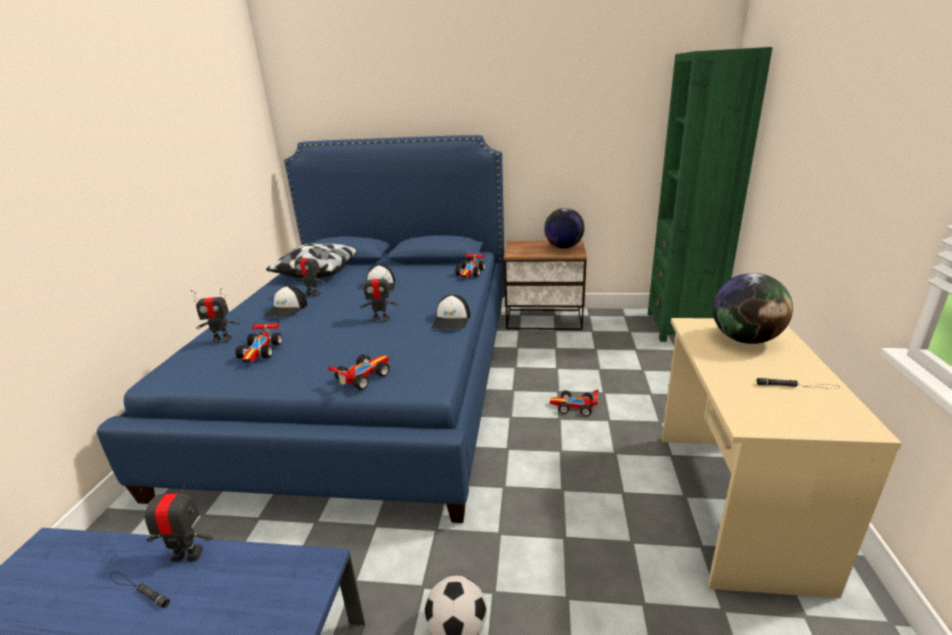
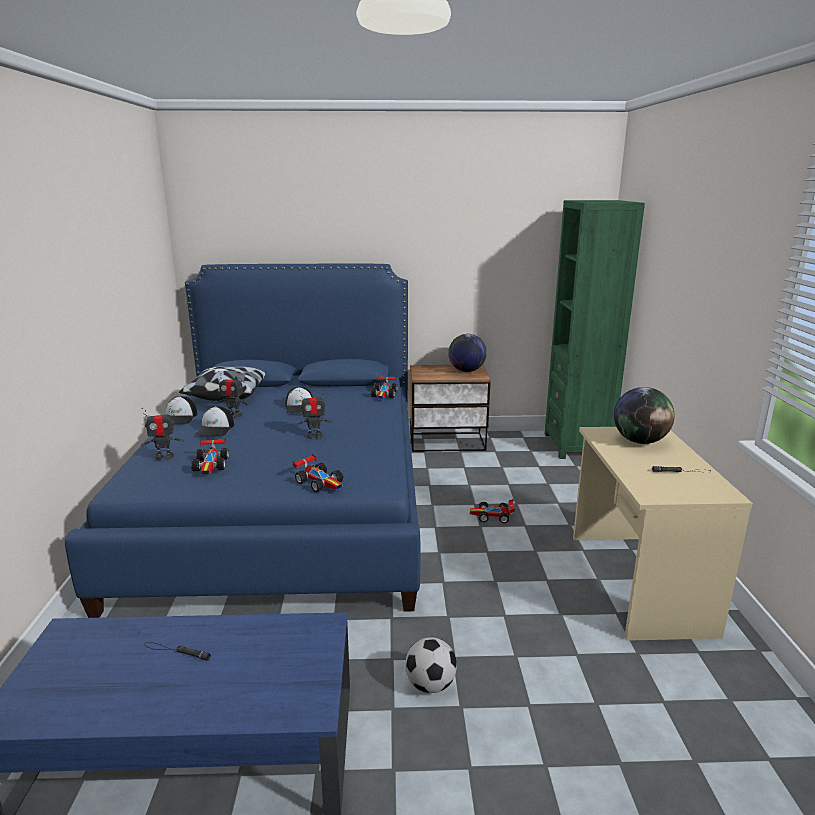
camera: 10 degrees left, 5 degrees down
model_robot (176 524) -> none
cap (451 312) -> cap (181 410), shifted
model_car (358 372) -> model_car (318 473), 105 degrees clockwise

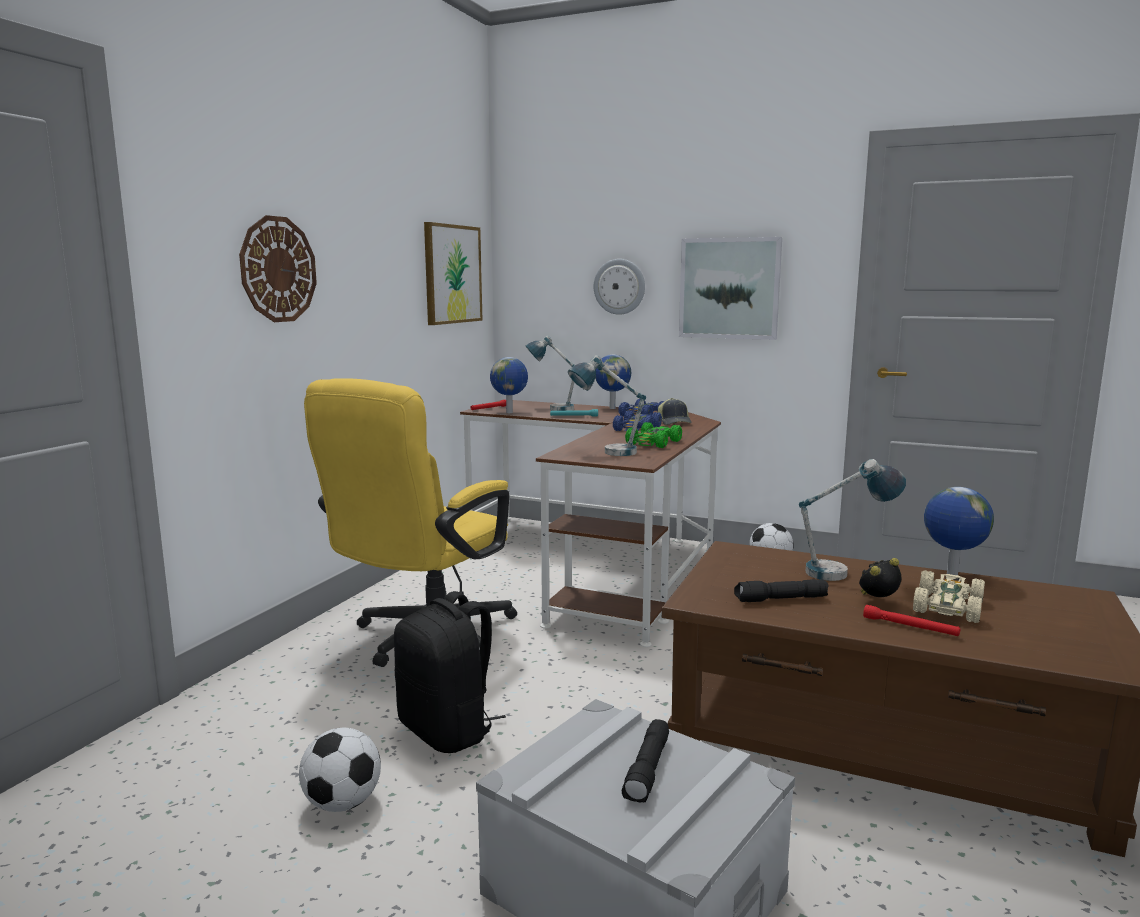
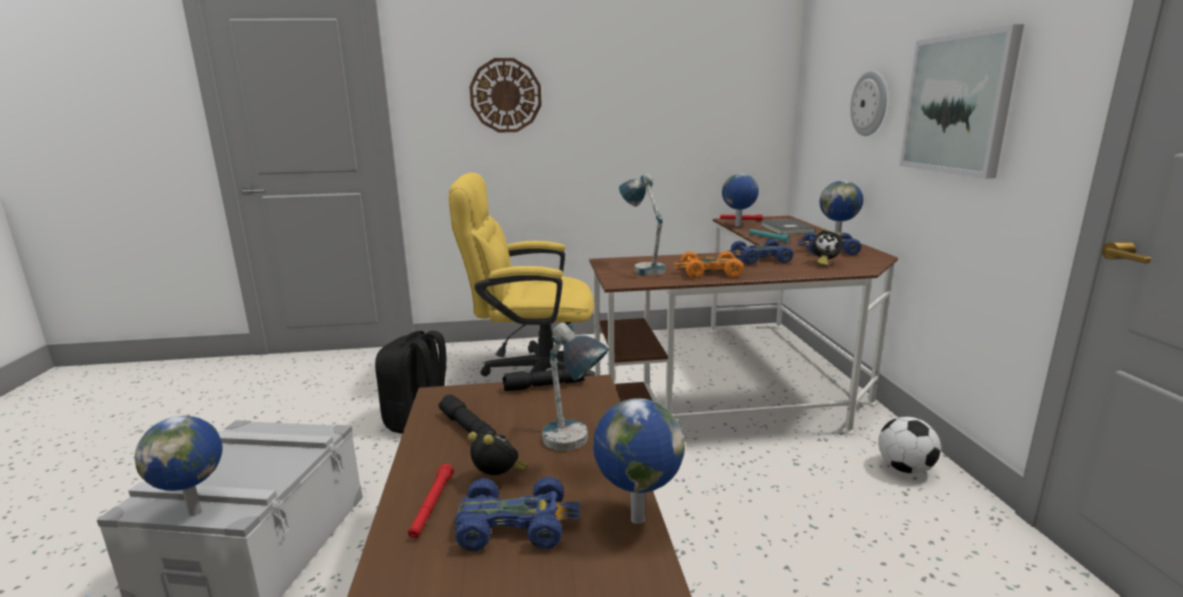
camera: 60 degrees right, 5 degrees up
football_ball (340 770) -> none
wall_art (453 273) -> none
none -> desk_globe (179 466)
black_torch (645 761) -> black_torch (543 379), shifted
tabletop_lamp (550 373) -> grey_volume (788 227)
cap (675 411) -> alarm_clock (827 247)
greenish_model_car (653 435) -> orange-coloured_model_car (708 264)
beige_model_car (949 596) -> bluish_model_car (517 514)

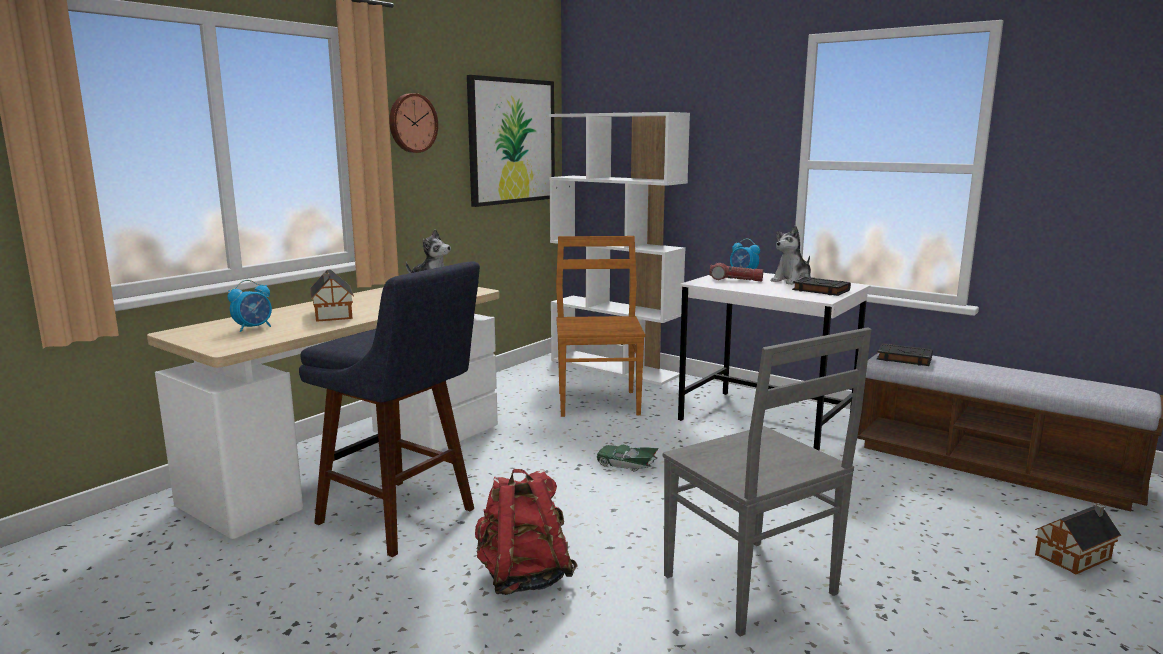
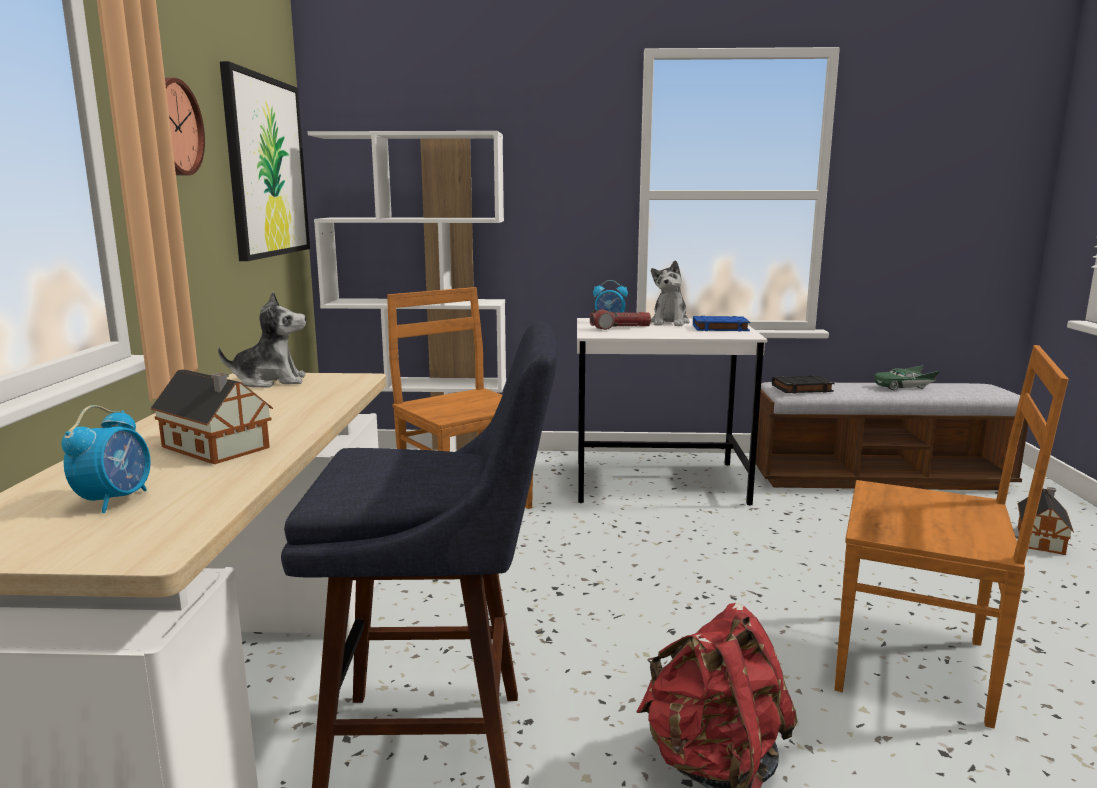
camera: 35 degrees left, 0 degrees up
greenish_model_car (628 458) -> greenish_model_car (907 377), shifted
grey_chair (767 481) -> brownish_chair (951 536)
black_volume (821 286) -> bluish_volume (721 324)

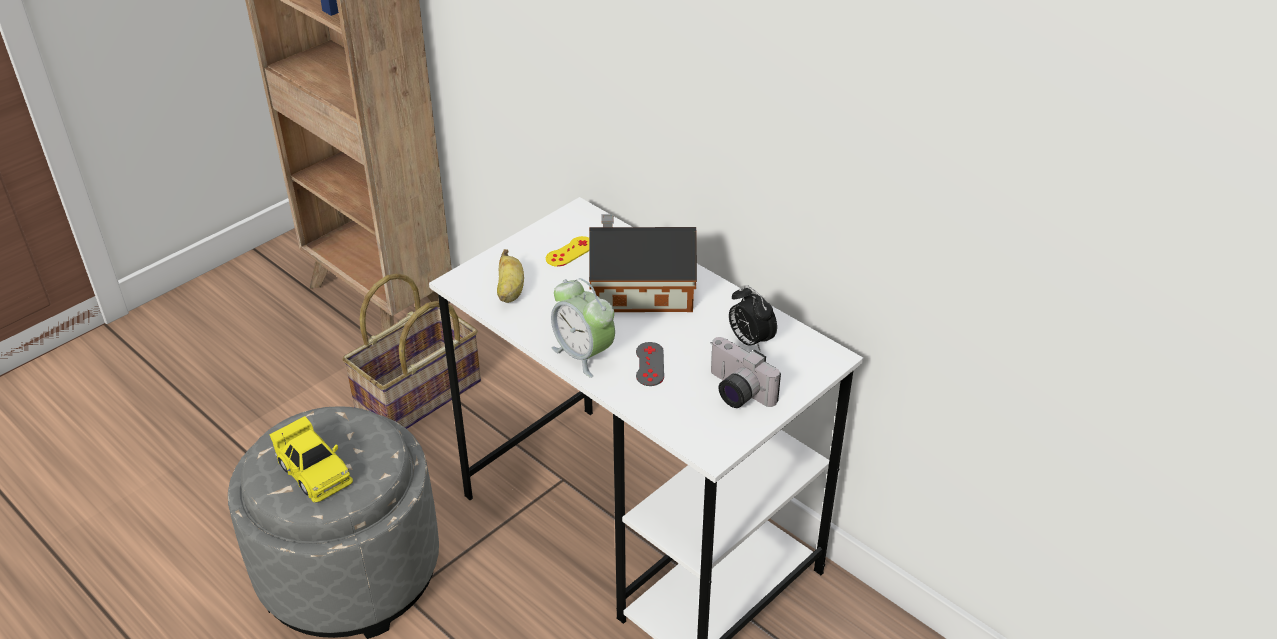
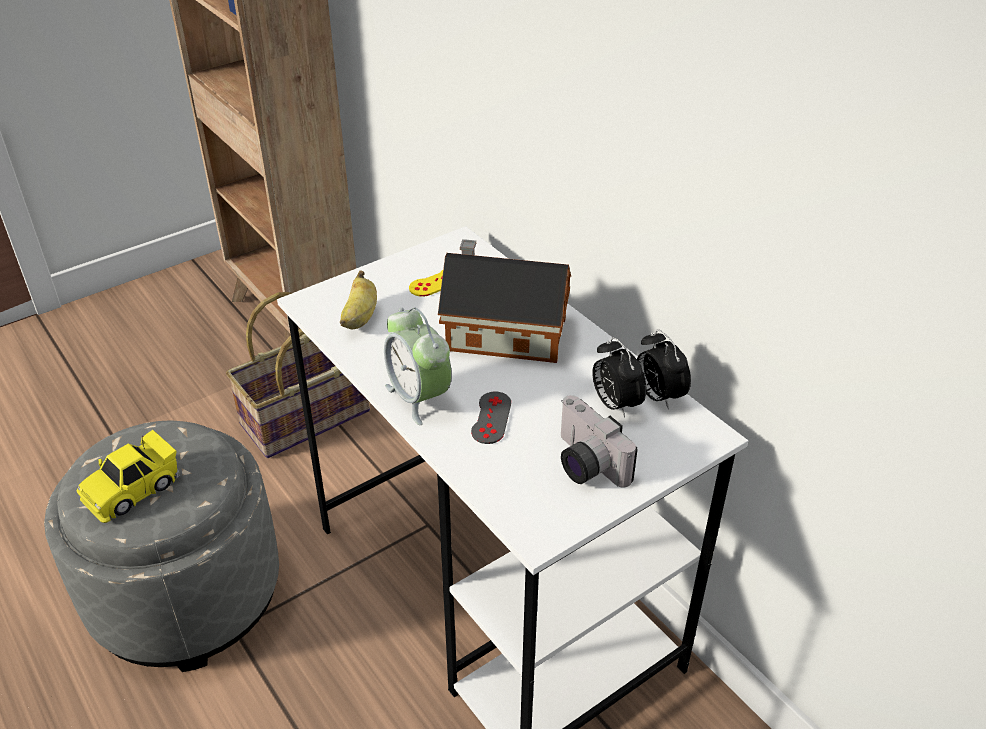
camera: 10 degrees right, 0 degrees up
none -> alarm_clock (664 369)
yellow-coloured_model_car (311 459) -> yellow-coloured_model_car (127 476), 75 degrees clockwise

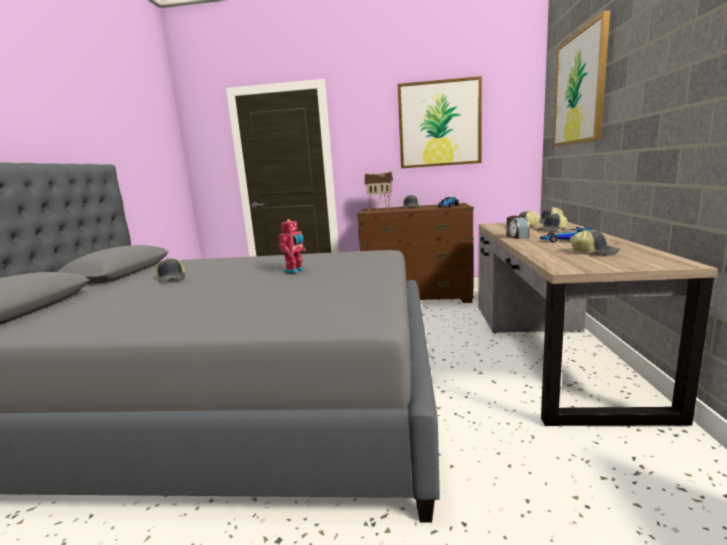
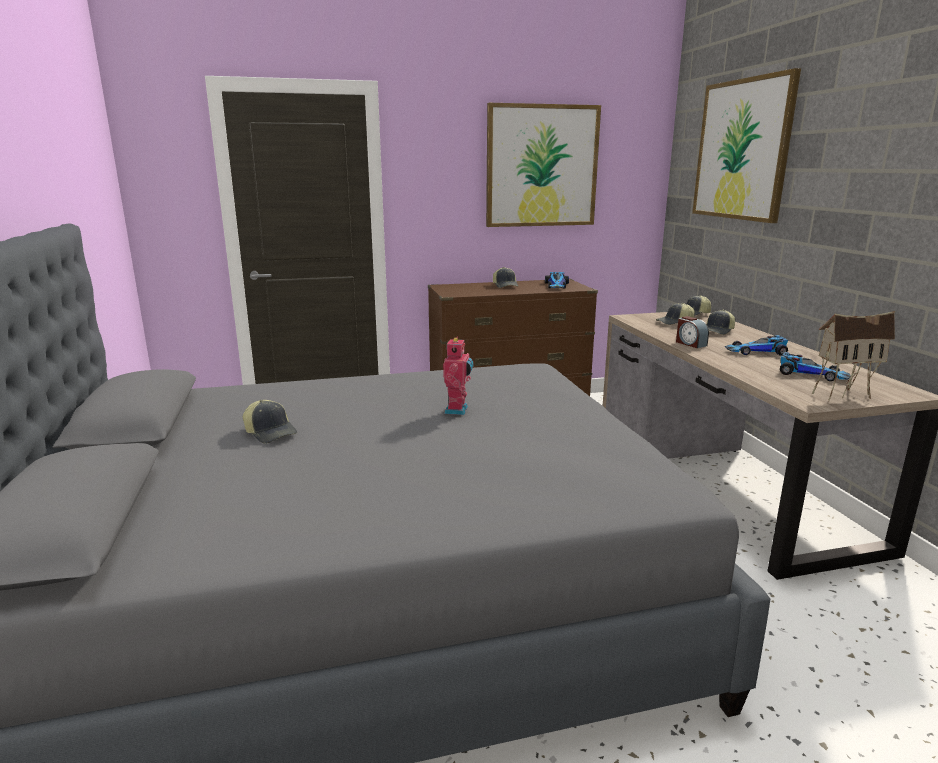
camera: 20 degrees left, 5 degrees up
miniature_house (378 190) -> miniature_house (853 356), shifted
cap (595 243) -> model_car (815 366)

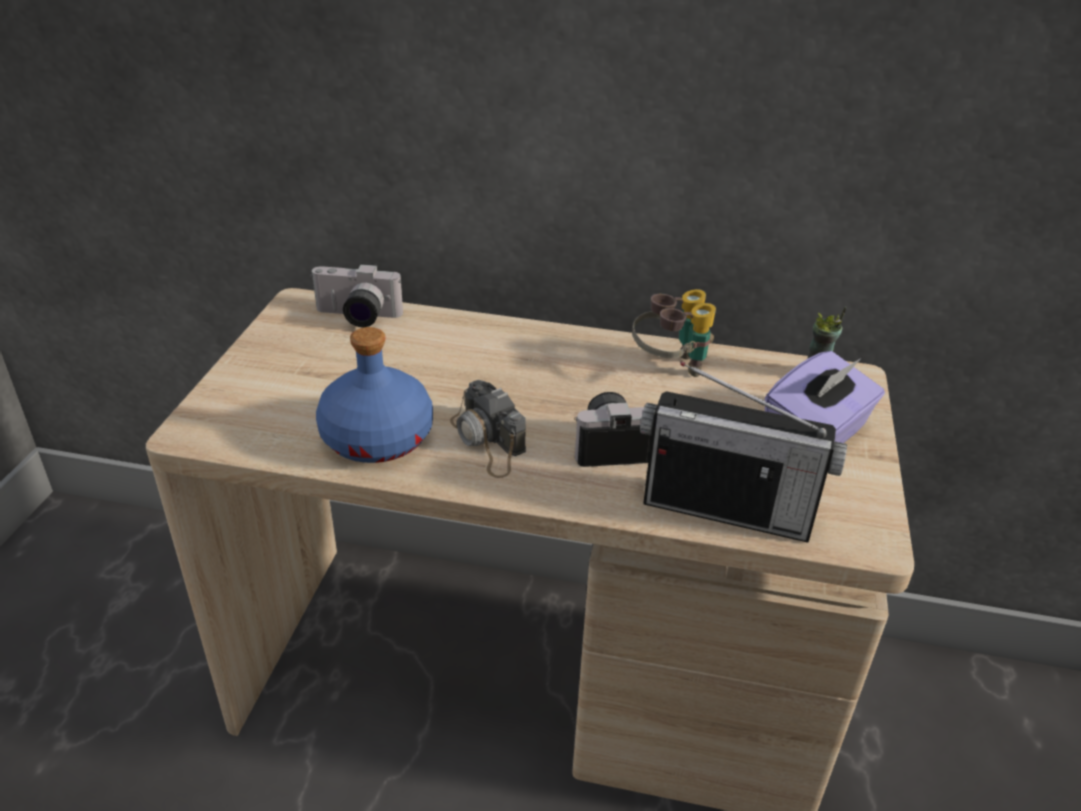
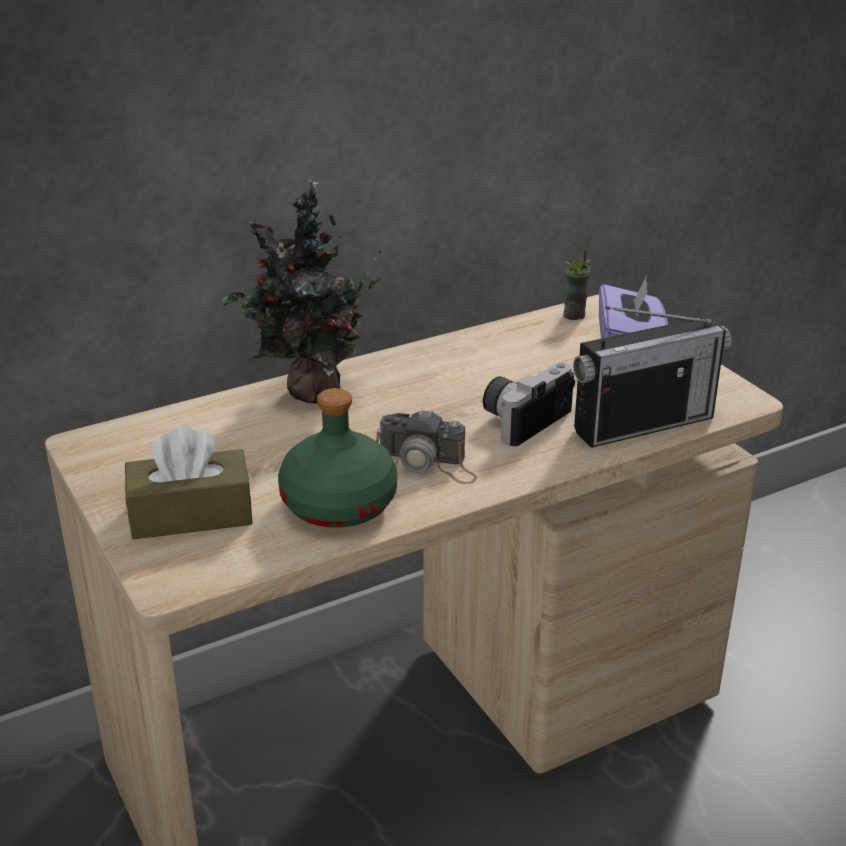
camera: 40 degrees left, 5 degrees down
still_camera (356 295) -> none
field_glasses (674 333) -> none
none -> brownish_tissue_box (189 482)
none -> plant_in_a_pot (303 291)
bluish_bottle (374 395) -> greenish_bottle (337 458)

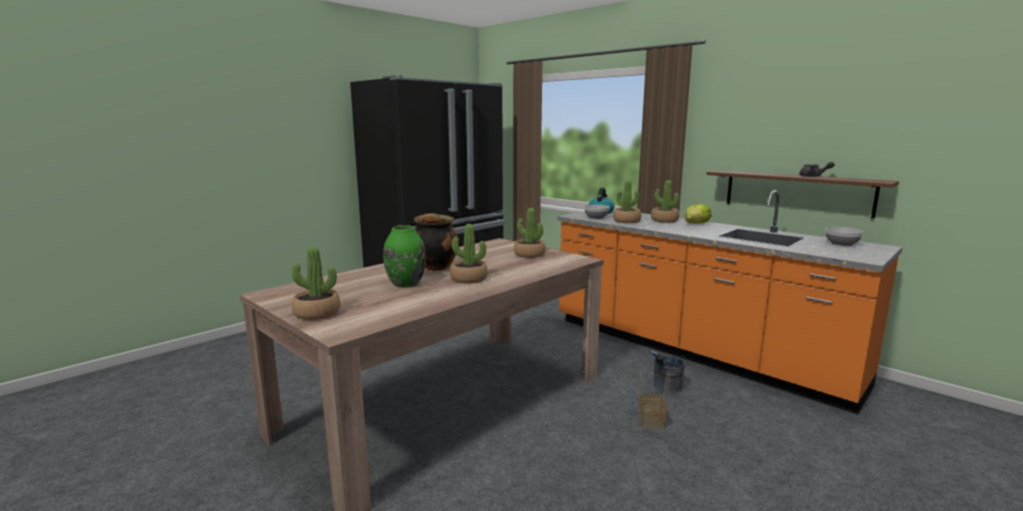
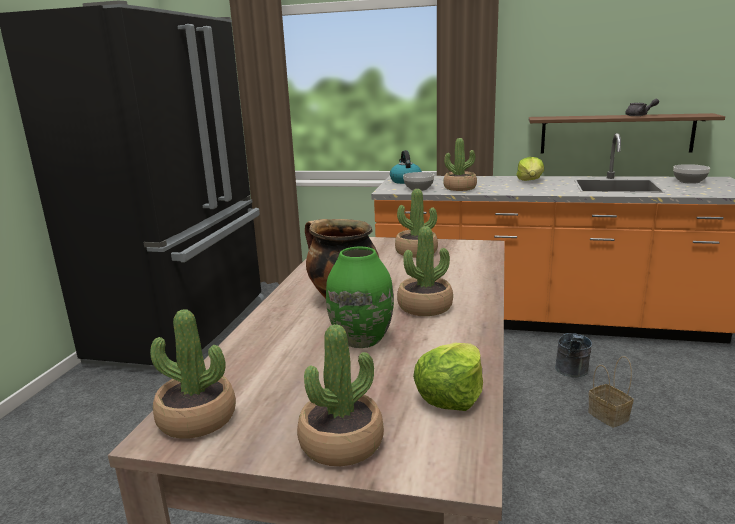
camera: 30 degrees left, 5 degrees up
none -> lettuce (448 377)
plant_in_a_pot (665 201) -> plant_in_a_pot (193 374), shifted

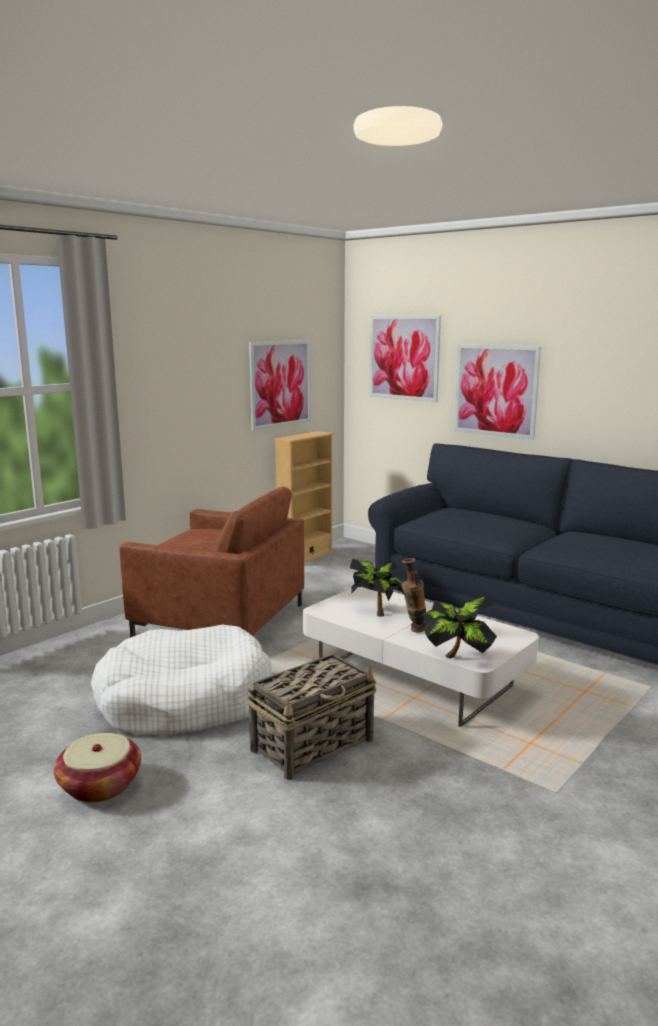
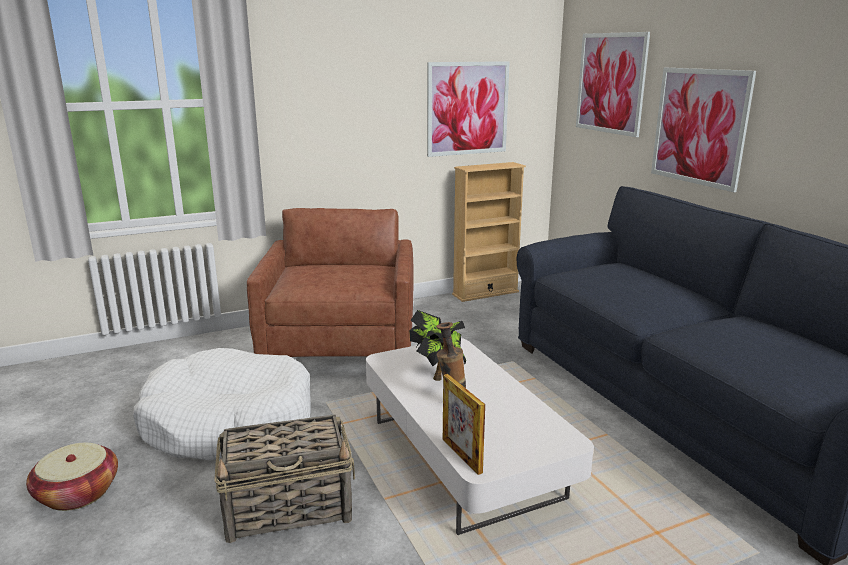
camera: 25 degrees right, 5 degrees up
plant_in_a_pot (460 627) -> standing_frame (464 424)
brownish_armchair (211 562) -> brownish_armchair (330 282), 135 degrees counterclockwise

